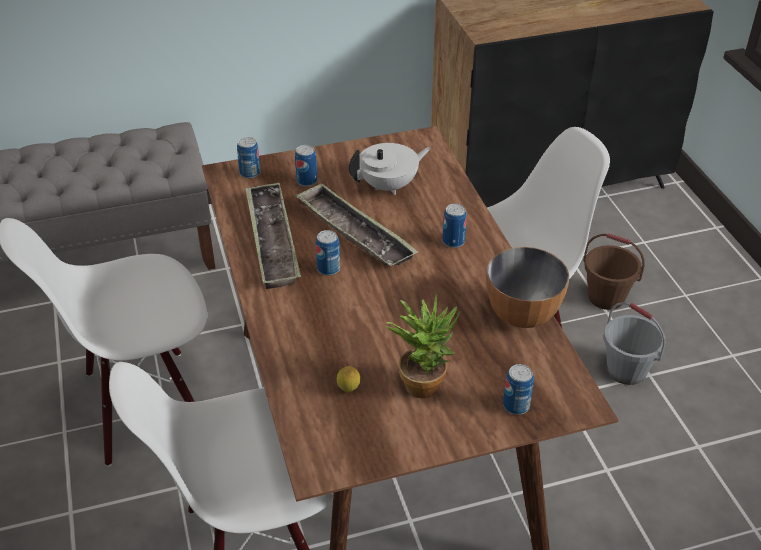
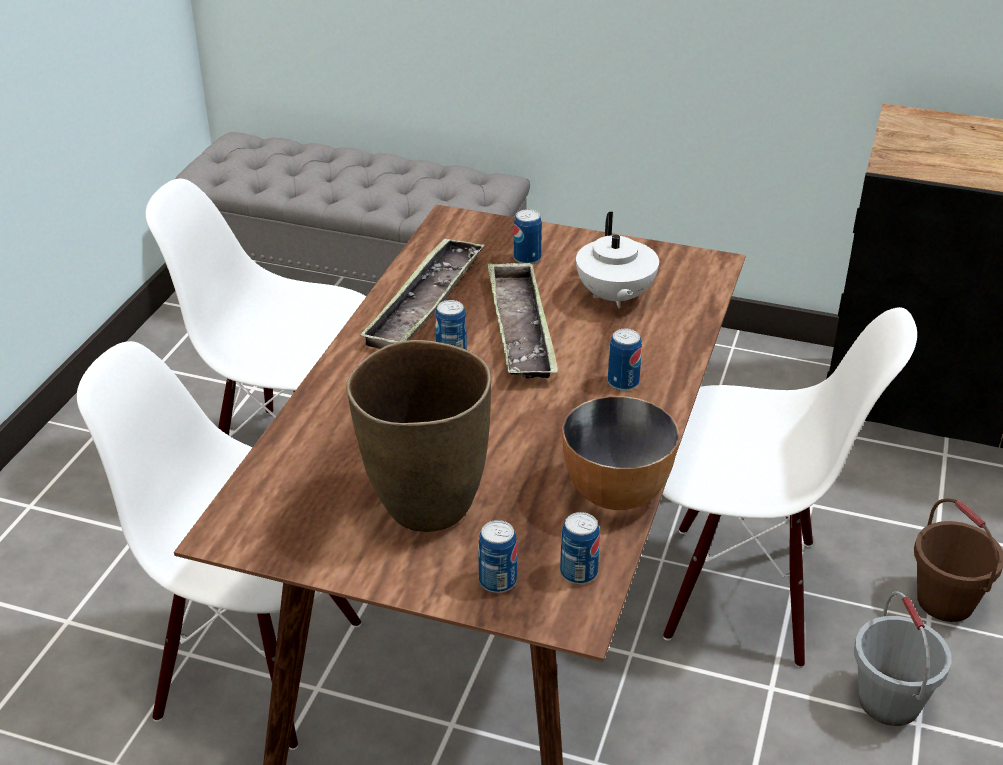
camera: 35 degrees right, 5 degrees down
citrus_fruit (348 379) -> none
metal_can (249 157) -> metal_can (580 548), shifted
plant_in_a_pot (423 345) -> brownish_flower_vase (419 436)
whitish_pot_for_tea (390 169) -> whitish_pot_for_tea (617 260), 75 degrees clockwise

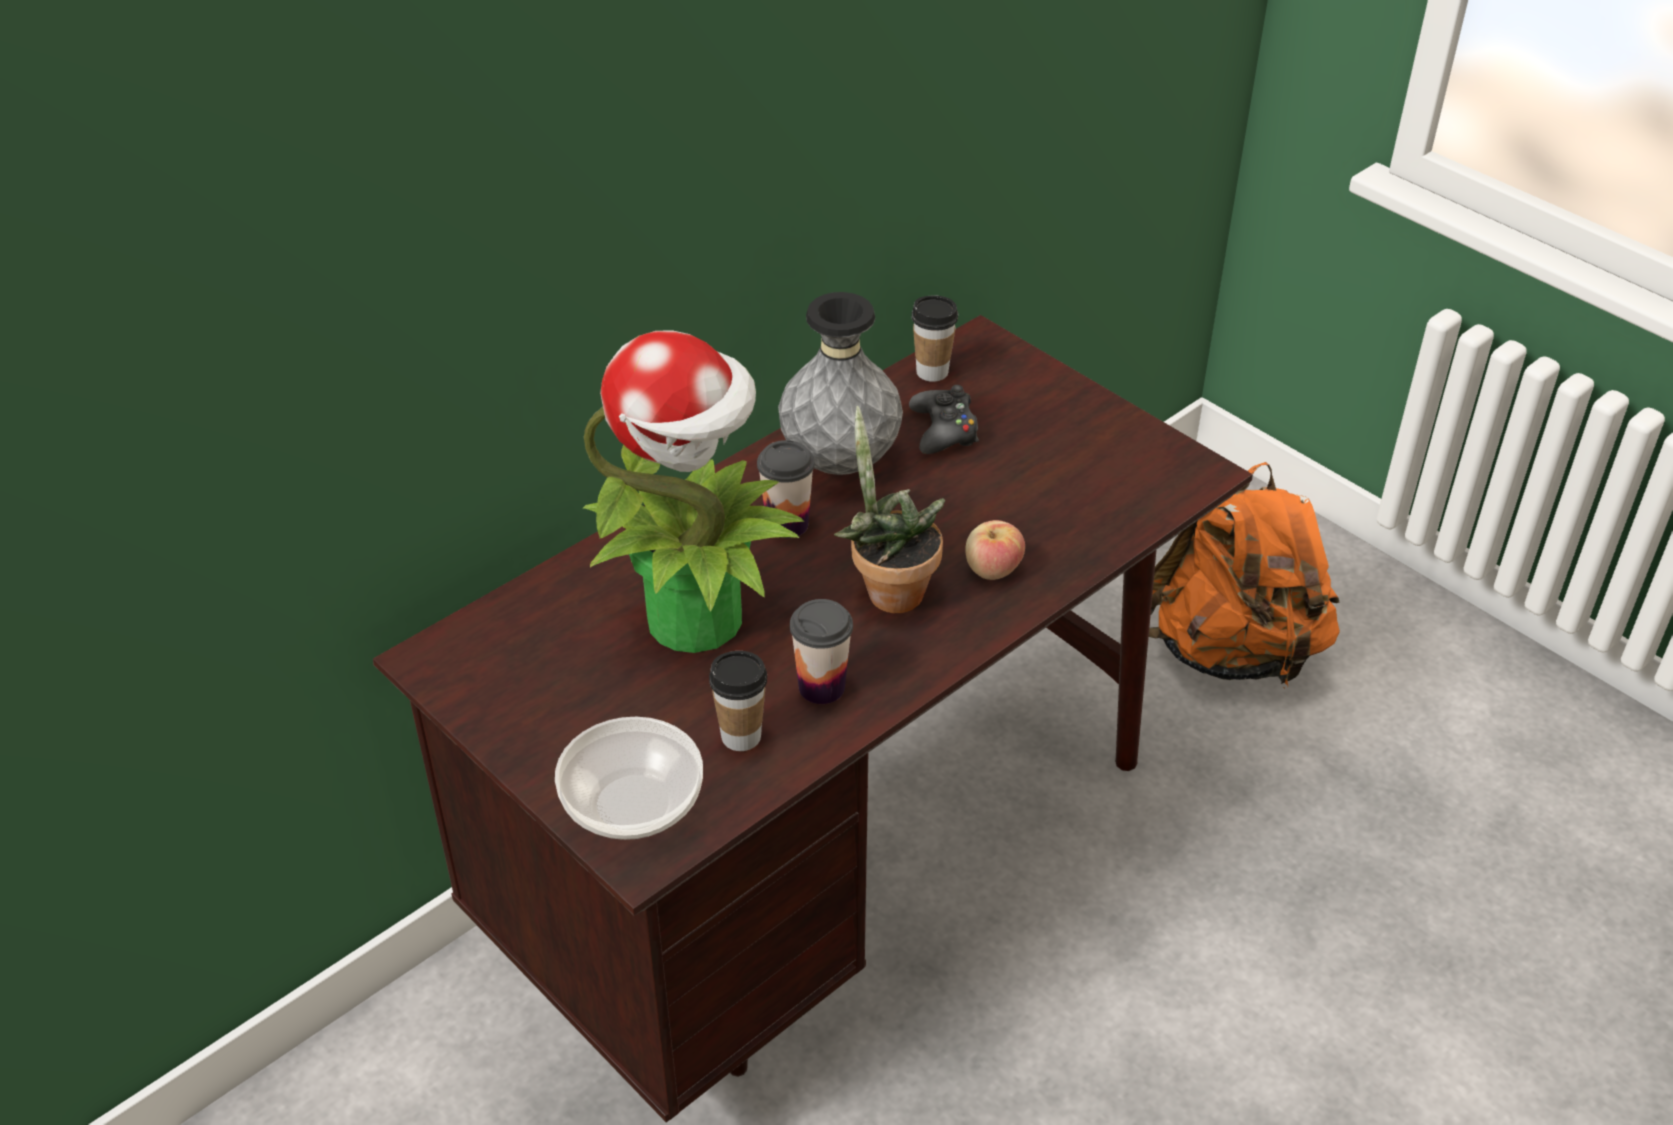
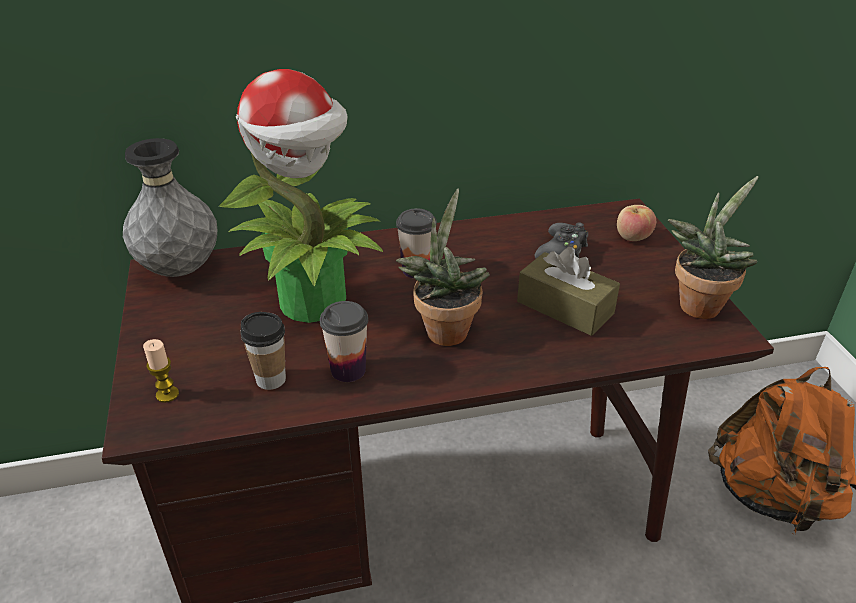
camera: 30 degrees right, 5 degrees down
drinking_cup (935 338) -> none
none -> brownish_tissue_box (568 291)
none -> plant_in_a_pot (713 247)
grey_flower_vase (840 383) -> grey_flower_vase (170 207), shifted
whole_apple (995 550) -> whole_apple (636 223), shifted
deep_dish (629 778) -> wax_candle (161 371)

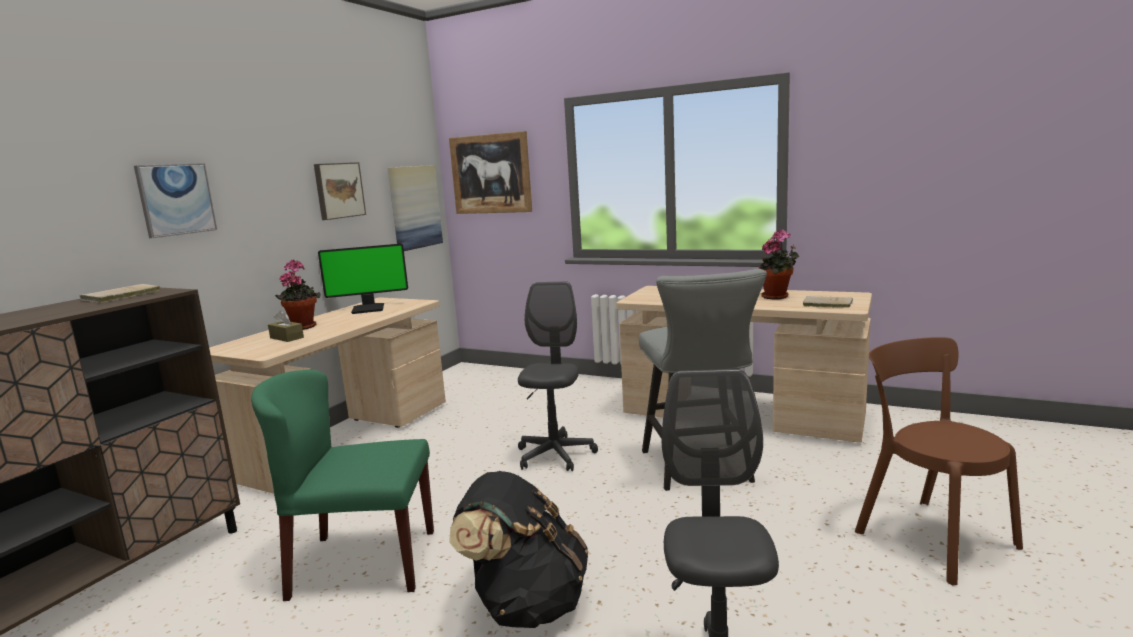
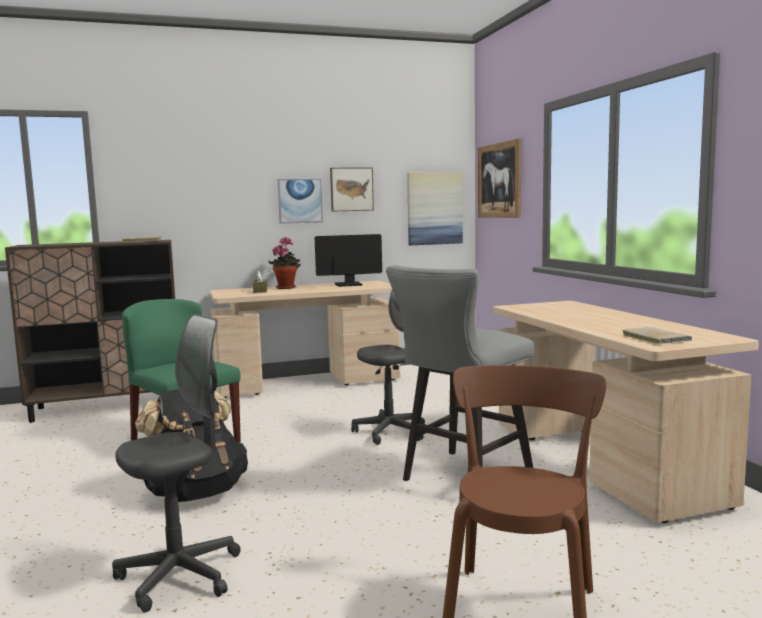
camera: 45 degrees right, 5 degrees down
plant_in_a_pot (779 264) -> none
wall_art (175 200) -> wall_art (300 201), shifted
monitor (363 279) -> monitor (348 260), 135 degrees clockwise

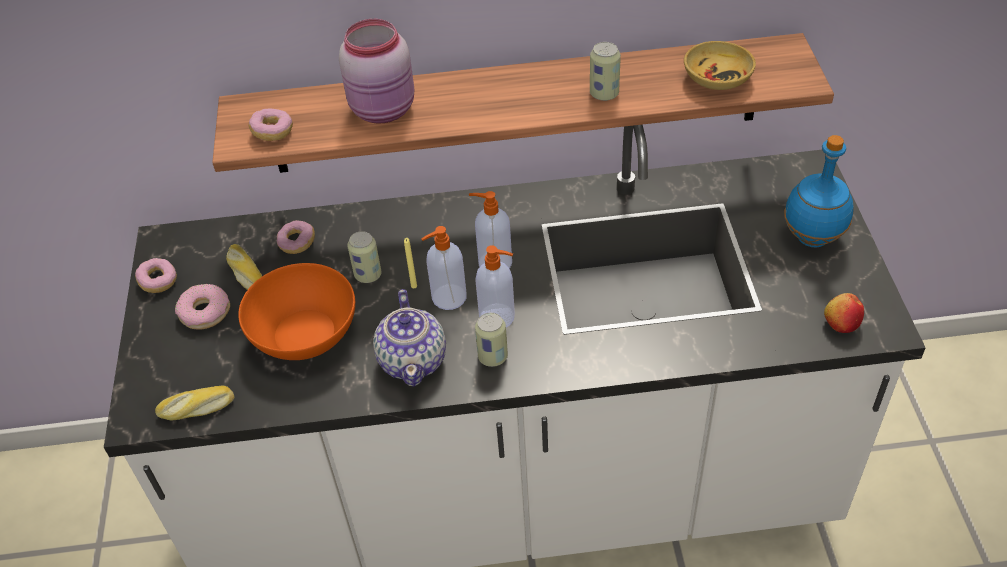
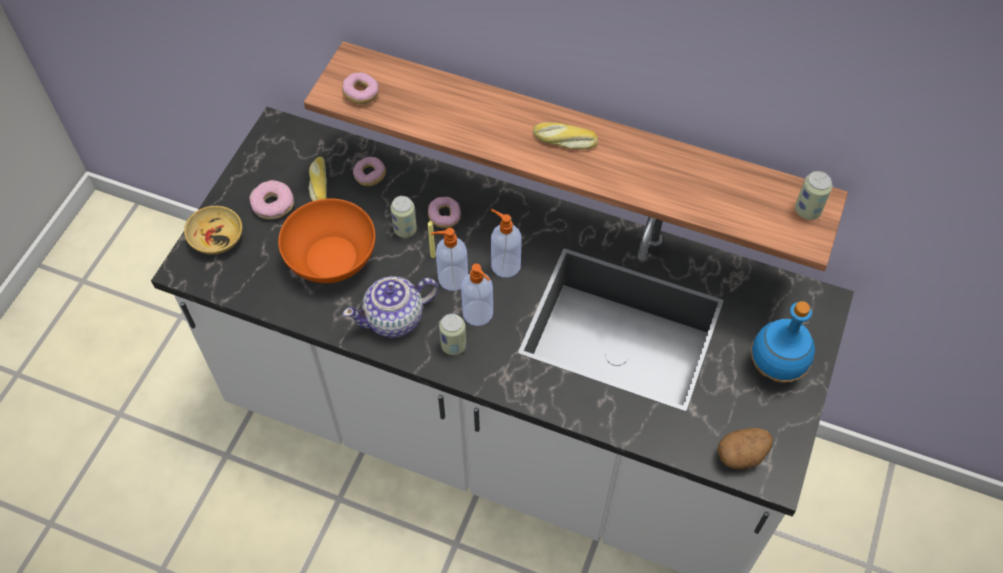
camera: 25 degrees right, 10 degrees up
pink_jar (376 71) -> none
doughnut (156 275) -> doughnut (444 212), shifted
bakery_bread (194 403) -> bakery_bread (565 136), shifted
metal_can (605 71) -> metal_can (813 195), shifted
beige_deep_dish (720 65) -> beige_deep_dish (213 230), shifted
whole_apple (844 313) -> whole_potato (745 448)
pot_for_tea (409 338) -> pot_for_tea (391 307), 45 degrees clockwise

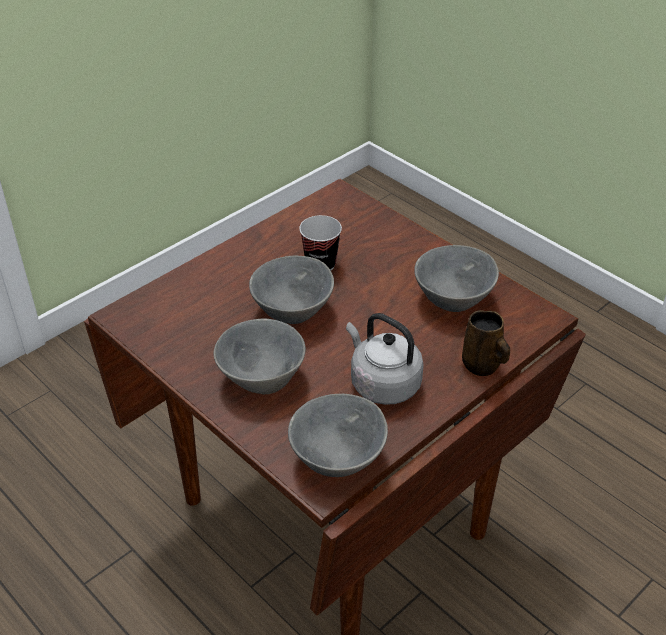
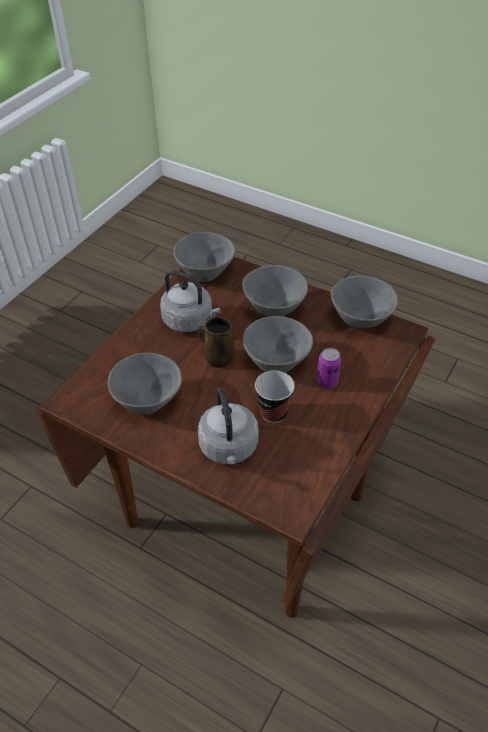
camera: 165 degrees right, 5 degrees up
none -> grey_tea_kettle (228 426)
none -> metal_can (329 368)
none -> grey_deep_dish (364 302)
brownish_mug (486 343) -> brownish_mug (216 342), shifted

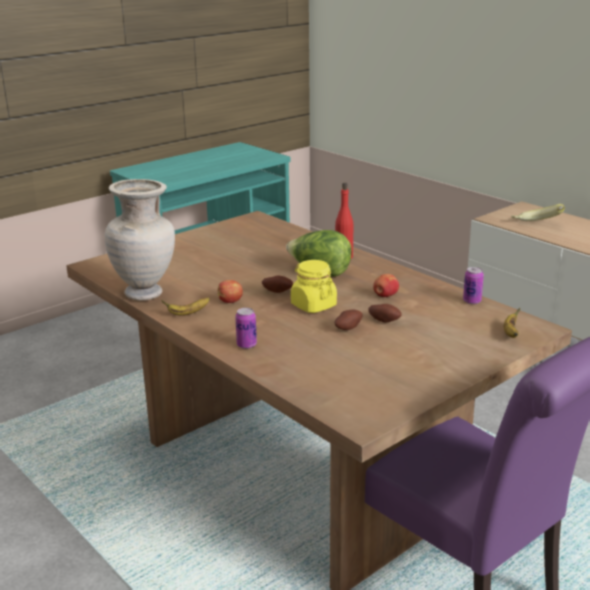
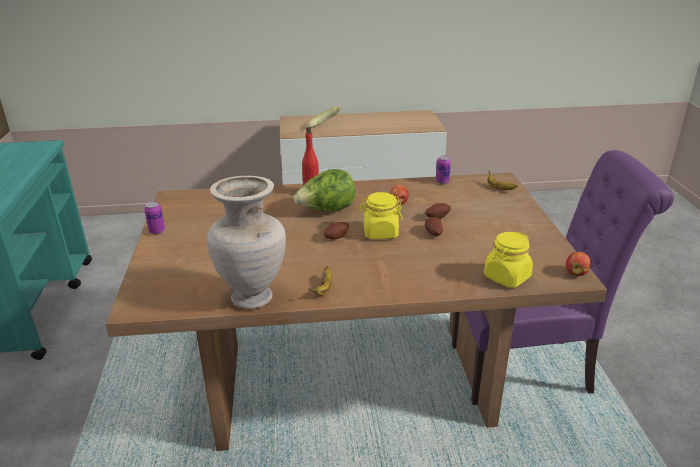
camera: 55 degrees left, 5 degrees up
none -> yellow-coloured_jar (508 260)
whole_apple (230 291) -> whole_apple (578 264), shifted
metal_can (246 328) -> metal_can (154 217), shifted

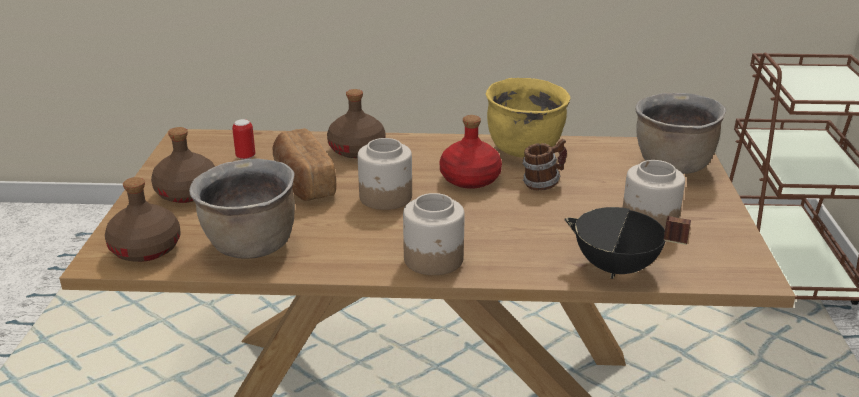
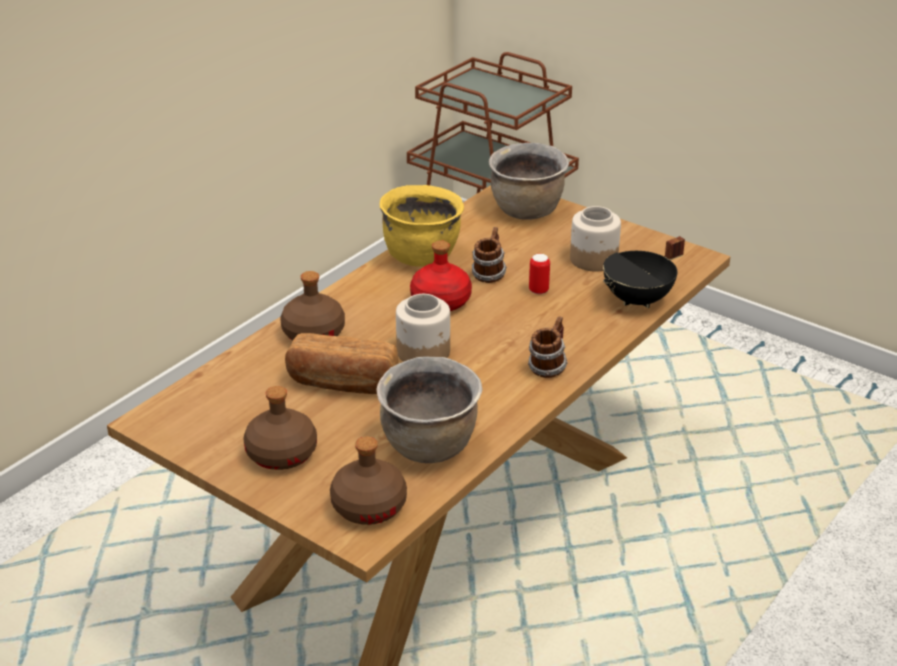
camera: 55 degrees left, 5 degrees up
metal_can (243 139) -> metal_can (539 274), shifted
jar (434 234) -> mug (548 347)

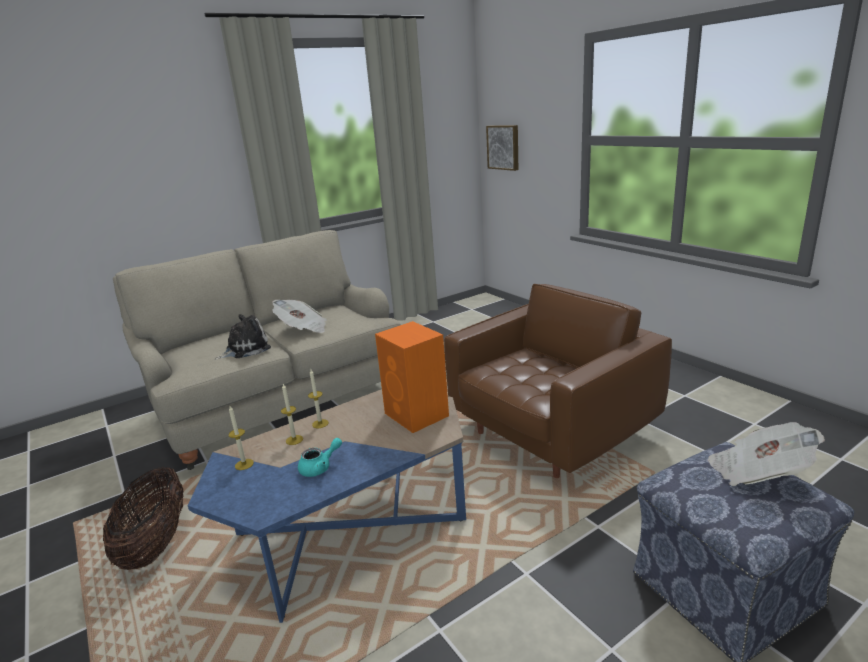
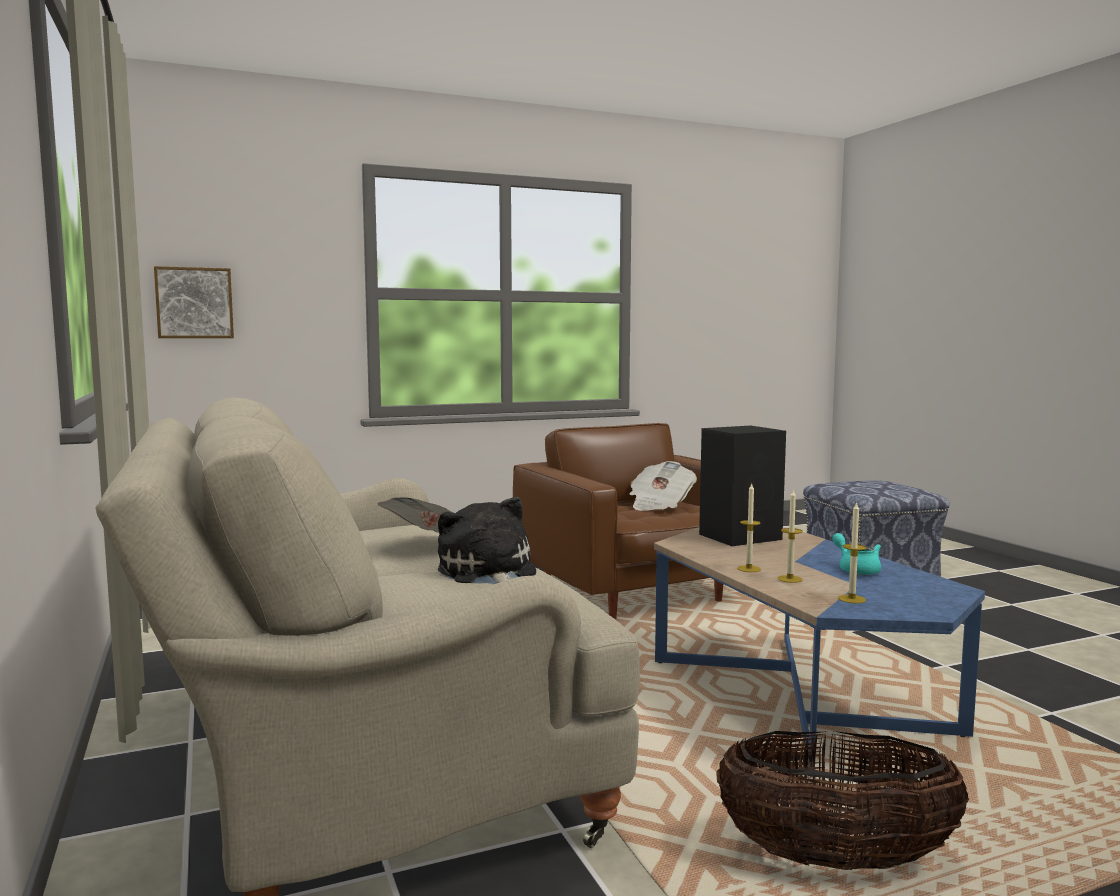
camera: 80 degrees left, 15 degrees down
daily_paper (766 454) -> daily_paper (663 486), shifted
orange-coloured_audio_speaker (412 377) -> black_audio_speaker (742 486)

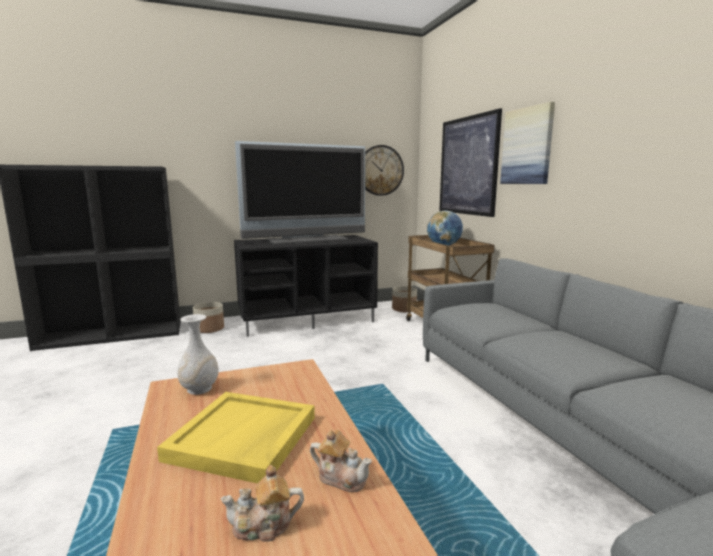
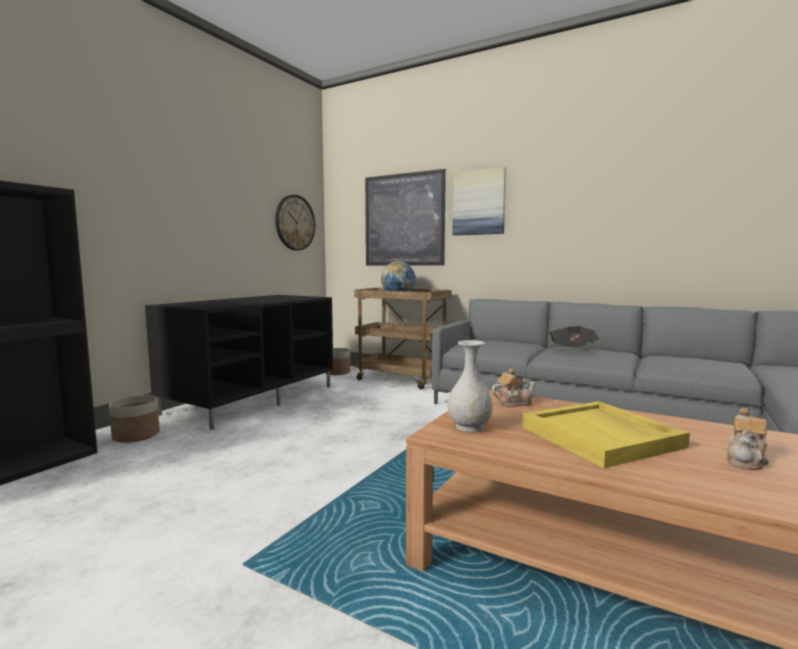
camera: 40 degrees left, 5 degrees down
TV_set (300 192) -> none
none -> daily_paper (574 336)
pot_for_tea (341 461) -> pot_for_tea (514 387), shifted

